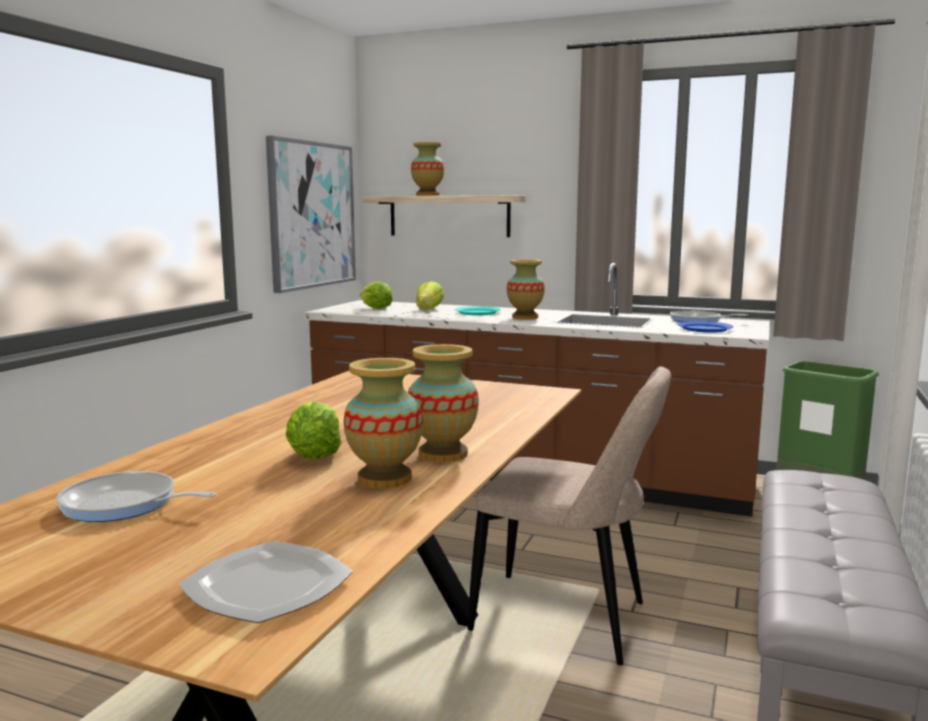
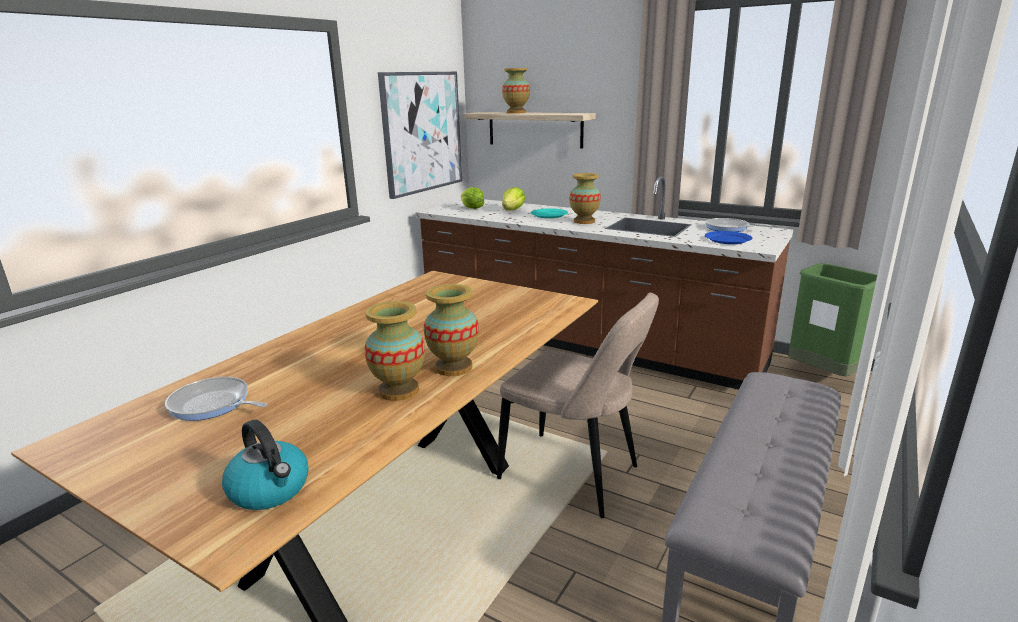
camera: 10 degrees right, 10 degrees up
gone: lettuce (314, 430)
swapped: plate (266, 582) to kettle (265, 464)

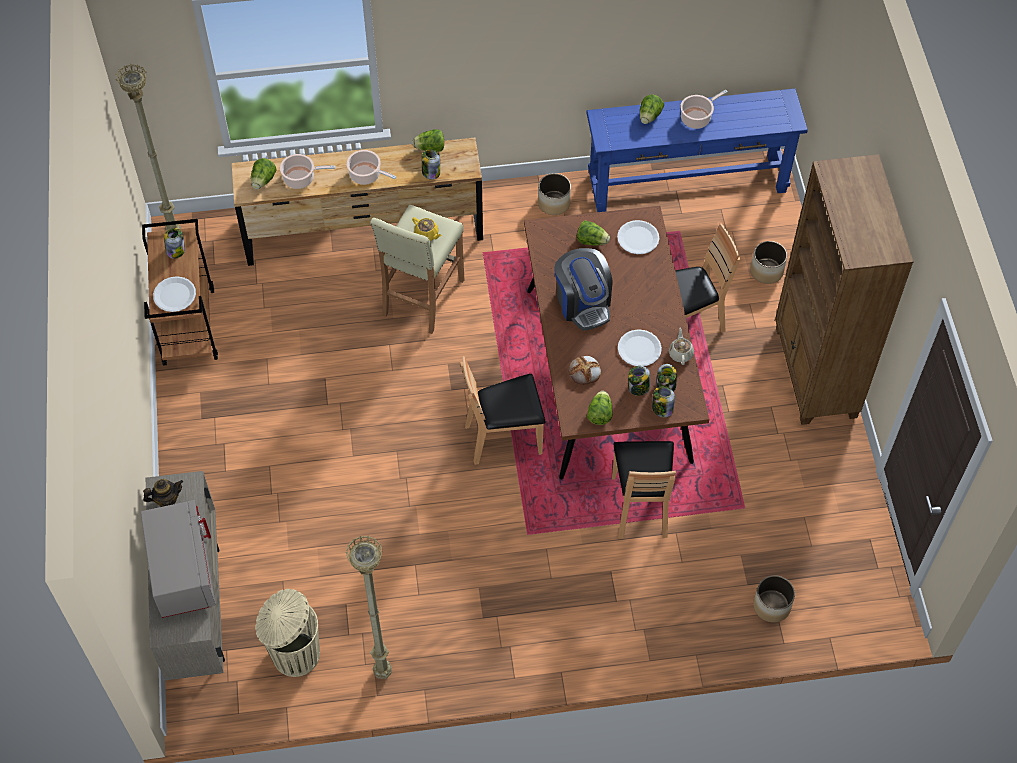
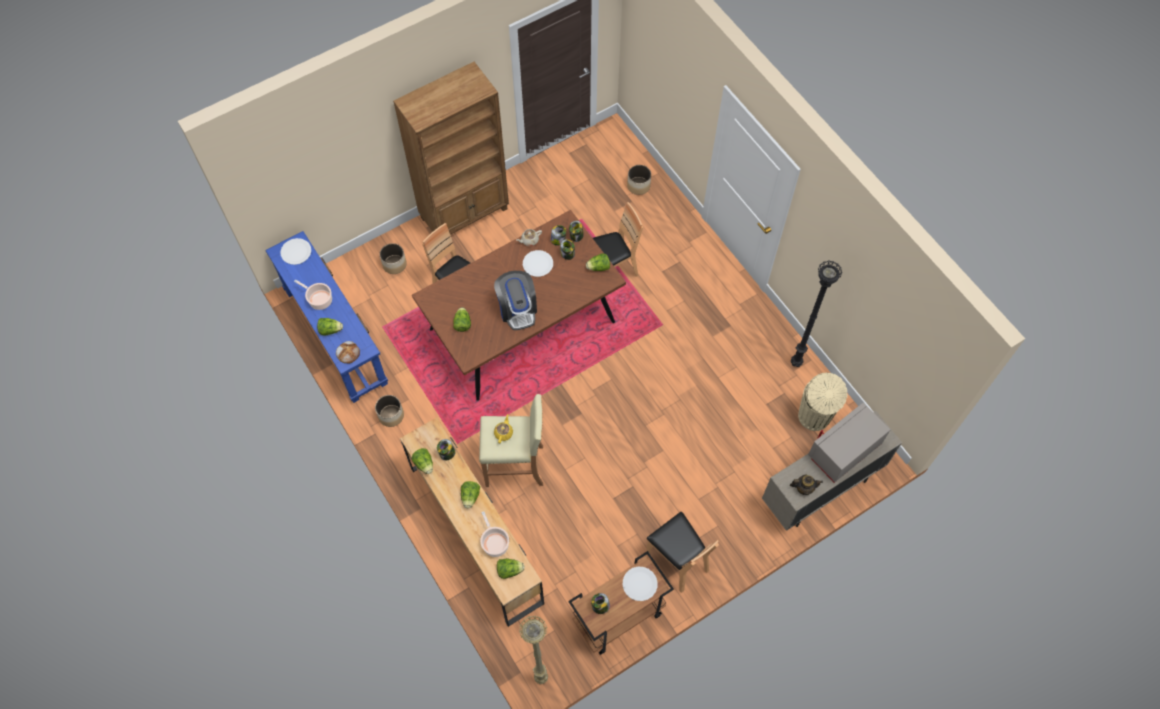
camera: 115 degrees left, 5 degrees up
shifted: chair in brown (503, 410) to (682, 552); bread (584, 370) to (348, 352); plate in white (638, 237) to (295, 251)
swapped: cooking pot (371, 167) to lettuce (470, 495)
repainted: floor lamp in beige (369, 607) to floor lamp in black (816, 314)
rotated: teapot (163, 493) = (806, 484) 135 degrees clockwise; coffee machine (583, 289) = (515, 300) 120 degrees clockwise

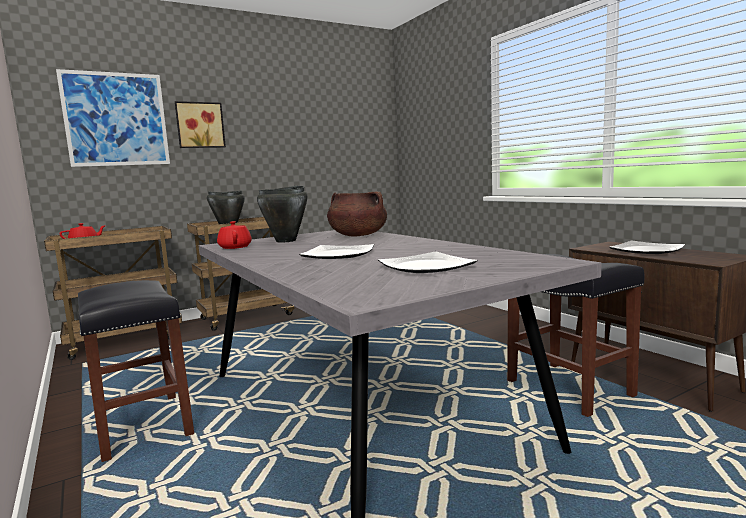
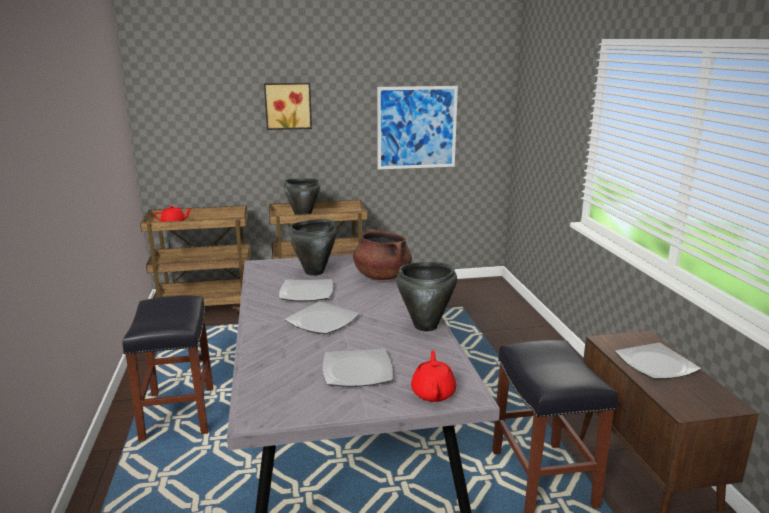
camera: 20 degrees right, 10 degrees up
new: plate (306, 290); cooking pot in black (426, 296)
shifted: picture (113, 118) to (417, 127); teapot in red (234, 235) to (433, 376)

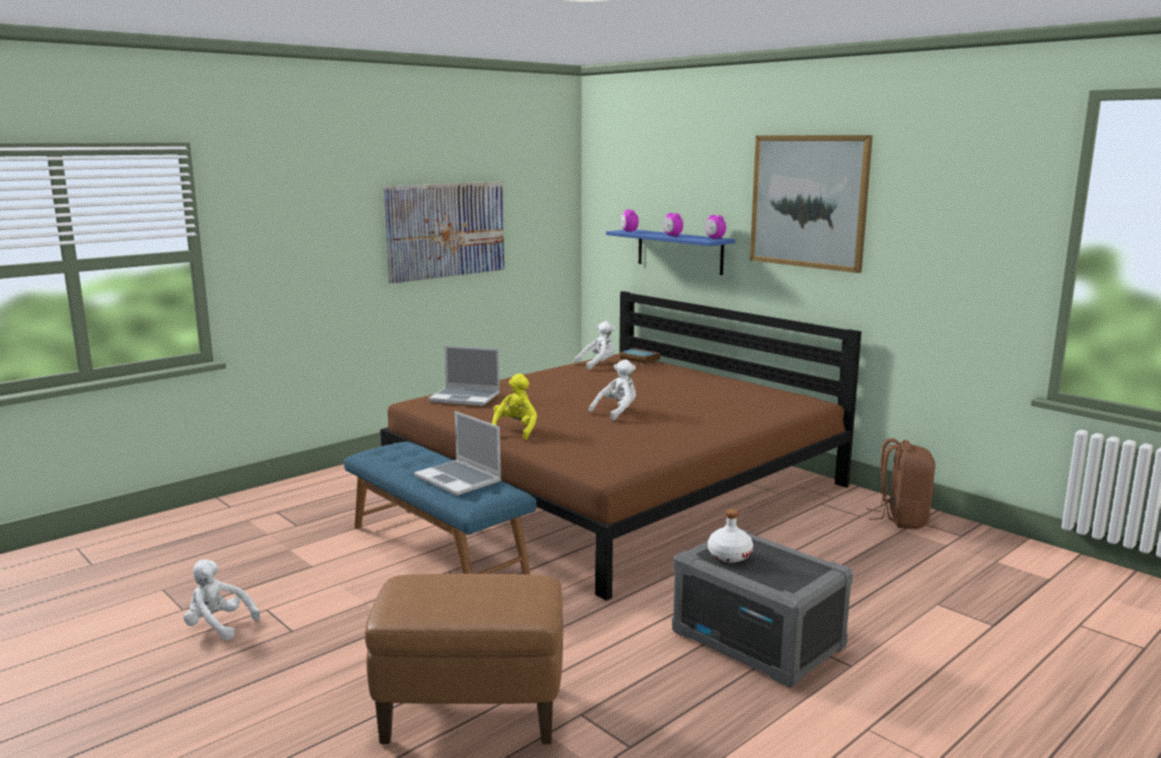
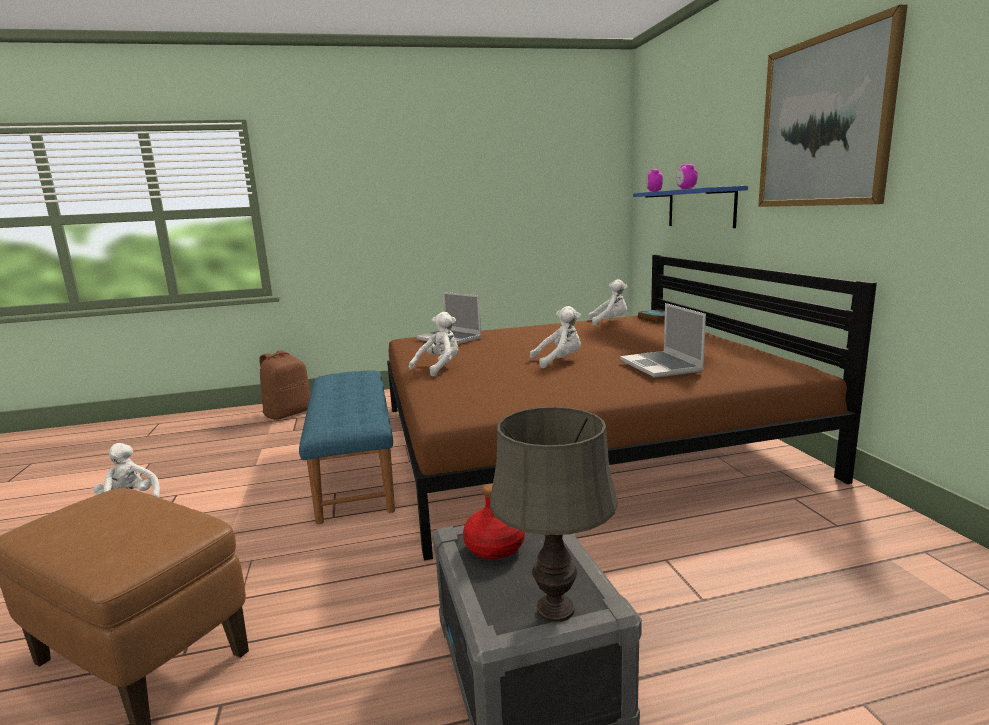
camera: 30 degrees right, 0 degrees up
gone: picture (443, 233); alarm clock (716, 227)
new: table lamp in grey (554, 514)
shifted: laptop (457, 453) to (663, 340); backpack in brown (901, 483) to (285, 385)
repainted: plush toy in yellow (514, 407) to plush toy in white (433, 344); bottle in white (730, 536) to bottle in red (494, 521)

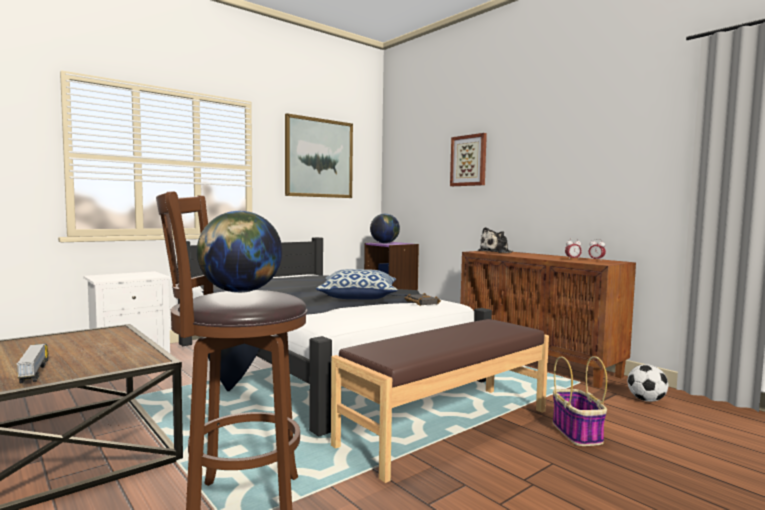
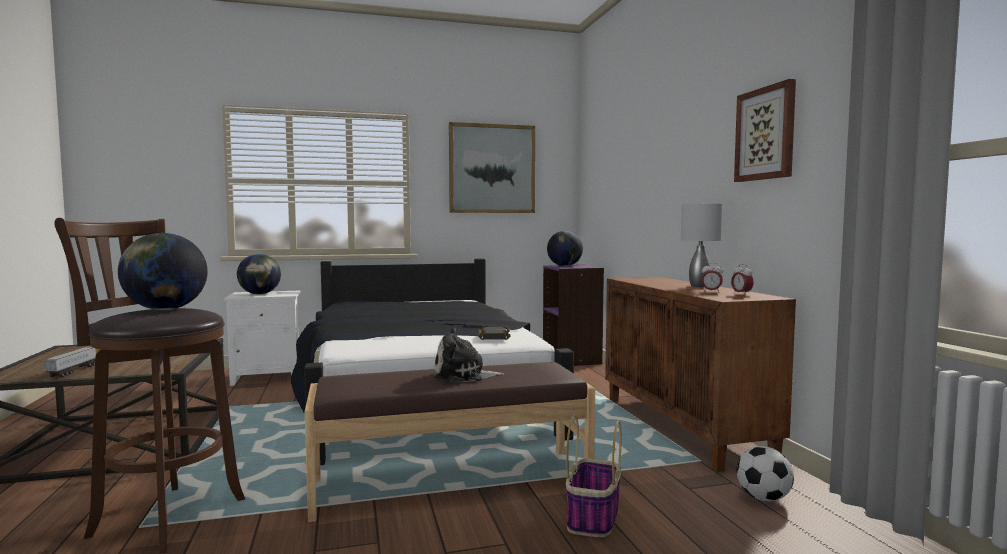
camera: 25 degrees right, 0 degrees up
gone: pillow (357, 284)
new: globe (259, 274); table lamp in grey (701, 245)
shifted: picture (468, 159) to (765, 130); plush toy (495, 240) to (470, 355)

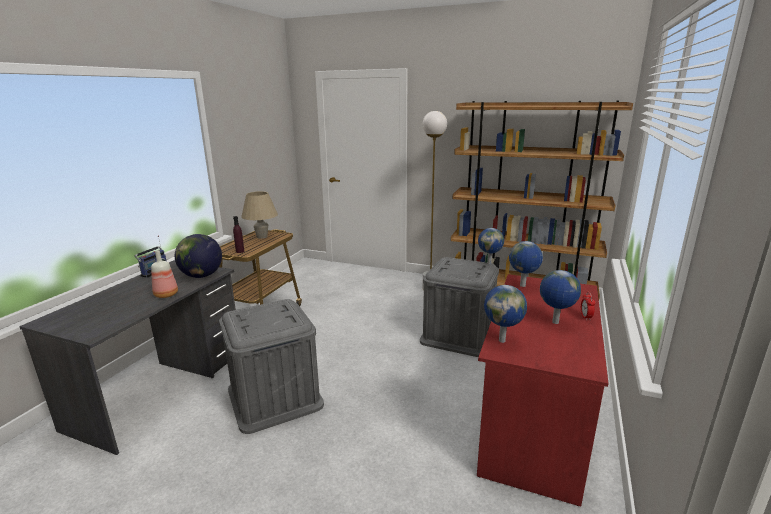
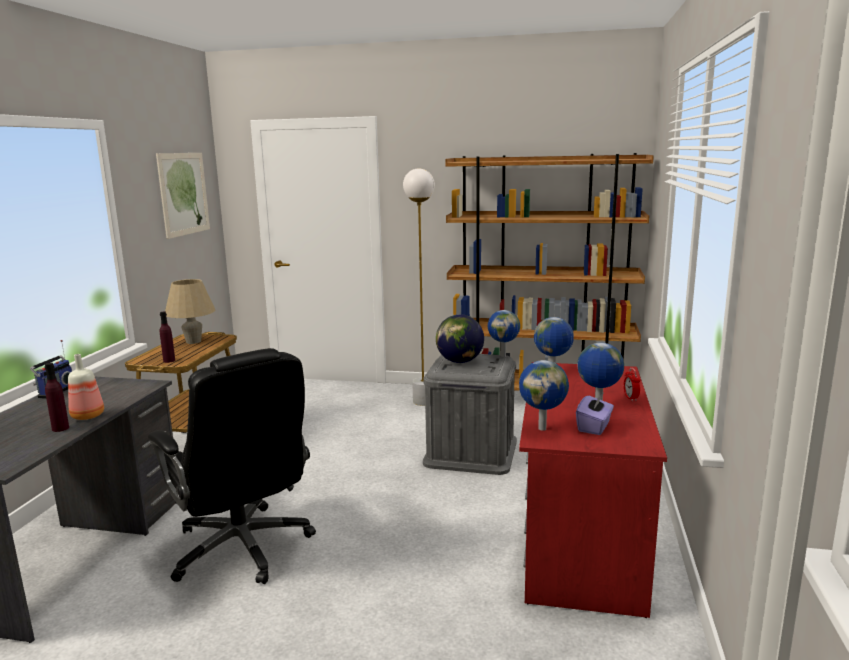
camera: 10 degrees left, 5 degrees down
new: bottle in purple (56, 397); picture (183, 196); tissue box in purple (595, 414)
shifted: globe (198, 256) to (460, 338)
swapped: storage box in grey (271, 366) to office chair in black (232, 466)

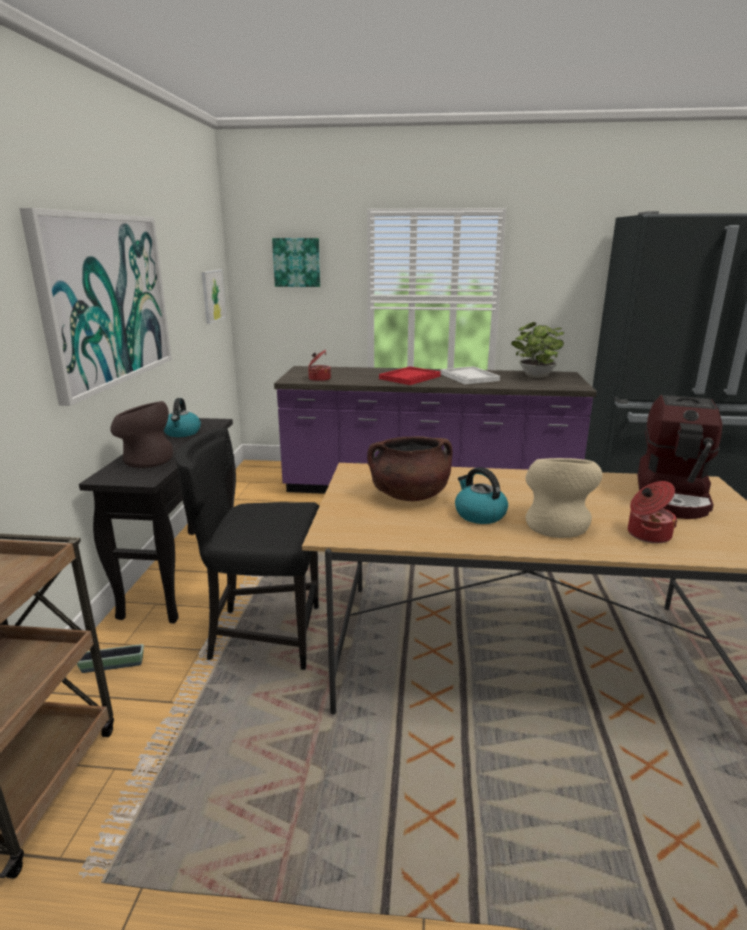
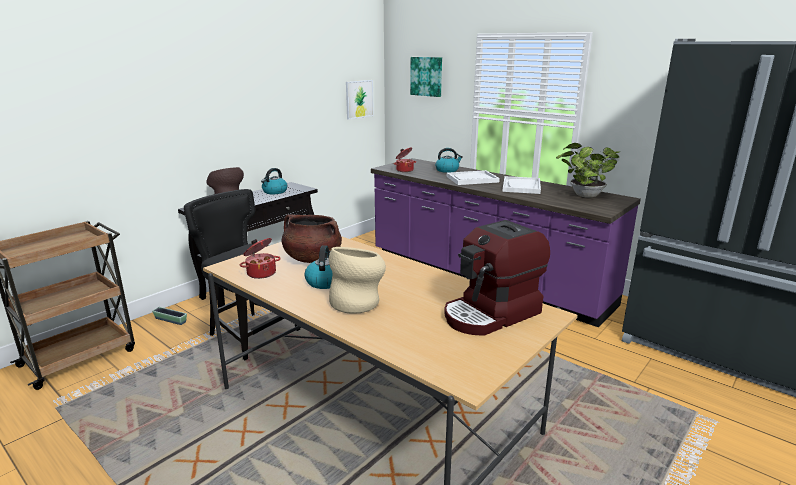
camera: 35 degrees right, 0 degrees up
gone: picture (95, 307)
new: kettle (449, 160)
shifted: cooking pot (653, 512) to (260, 258)
repainted: tray in red (410, 376) to tray in white (473, 177)

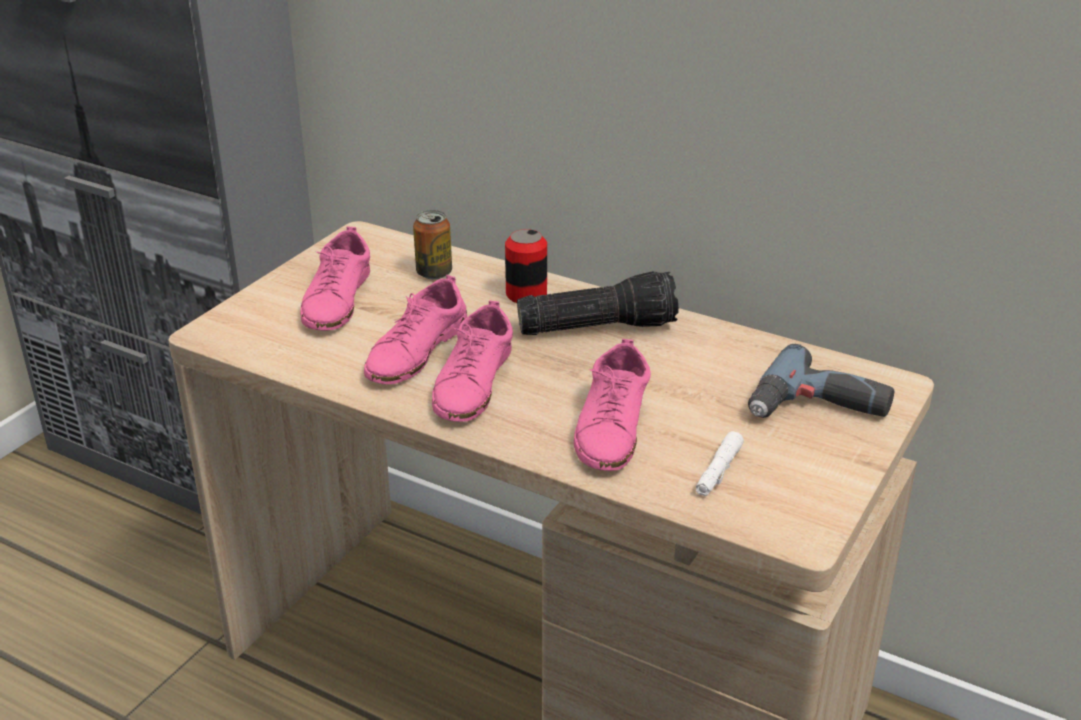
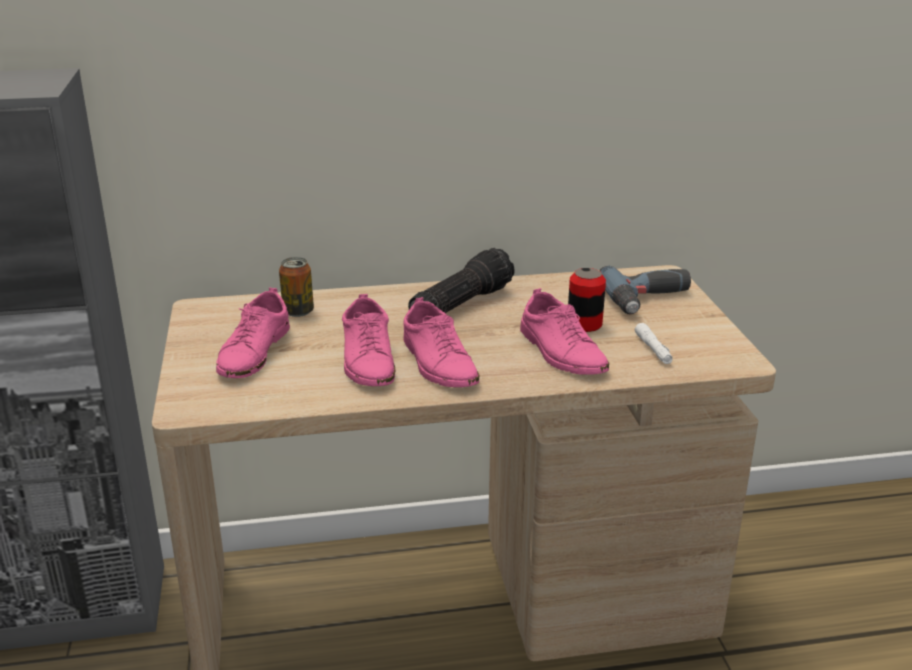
camera: 40 degrees left, 5 degrees down
shifted: can (526, 266) to (587, 300)
rotated: shoe in pink (335, 278) = (253, 333) 45 degrees clockwise

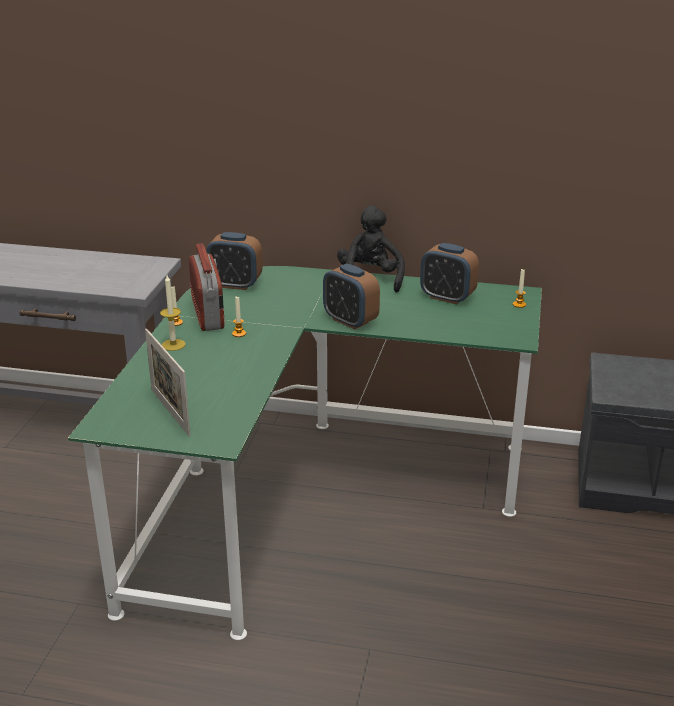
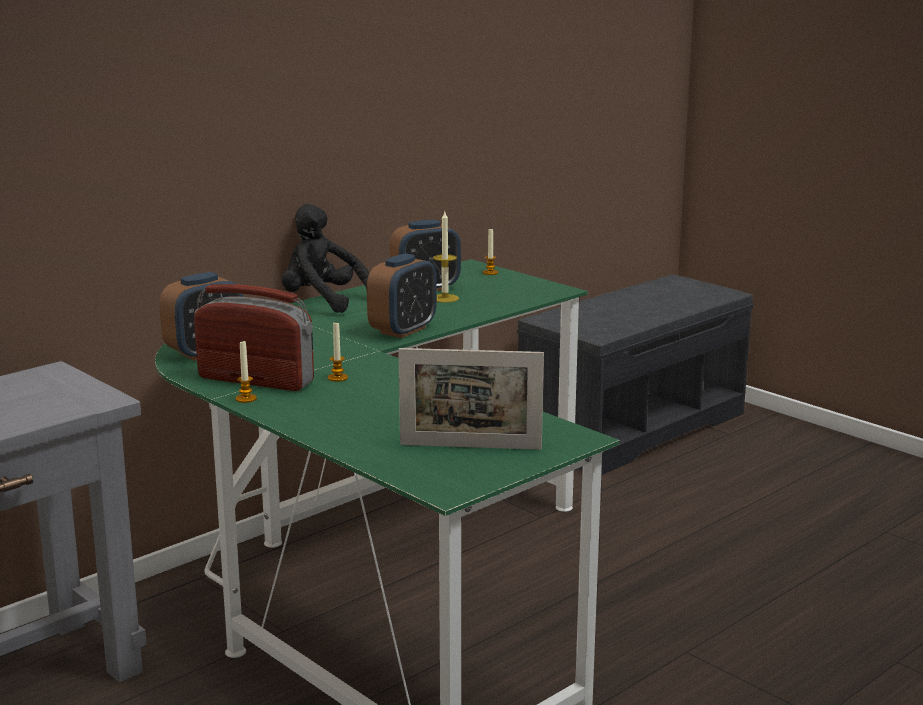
camera: 55 degrees left, 10 degrees down
shifted: candle (172, 313) to (446, 257)
rotated: alarm clock (351, 296) = (402, 295) 45 degrees counterclockwise

